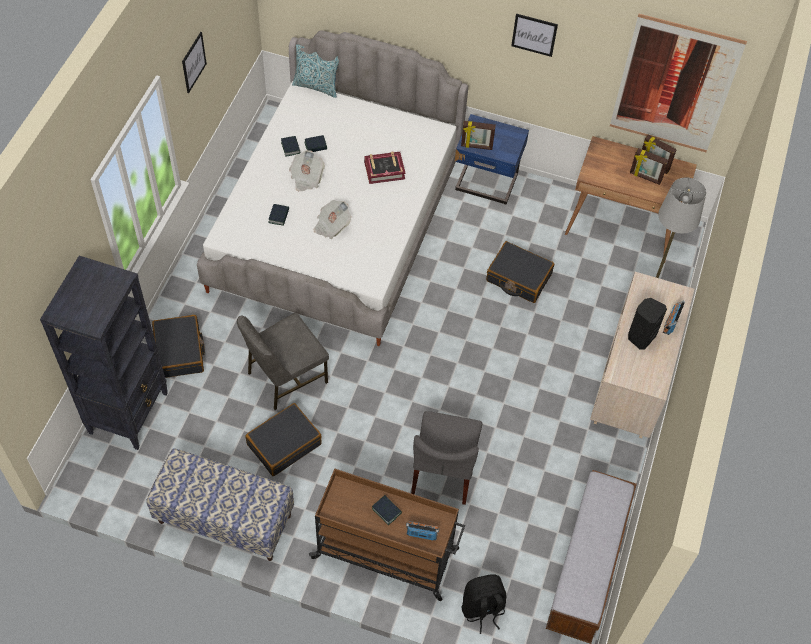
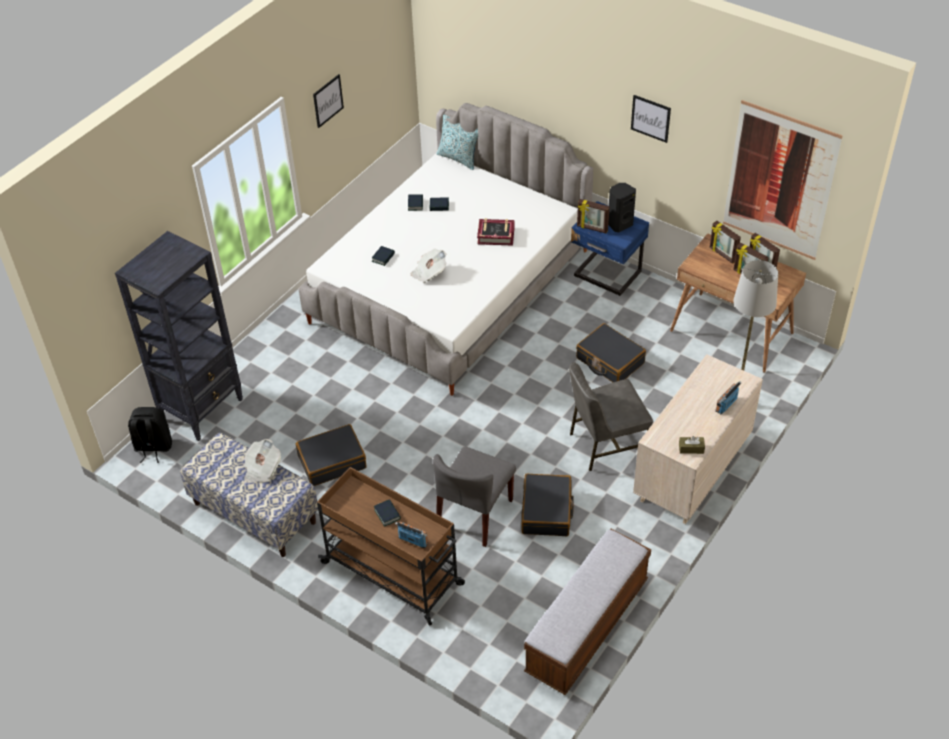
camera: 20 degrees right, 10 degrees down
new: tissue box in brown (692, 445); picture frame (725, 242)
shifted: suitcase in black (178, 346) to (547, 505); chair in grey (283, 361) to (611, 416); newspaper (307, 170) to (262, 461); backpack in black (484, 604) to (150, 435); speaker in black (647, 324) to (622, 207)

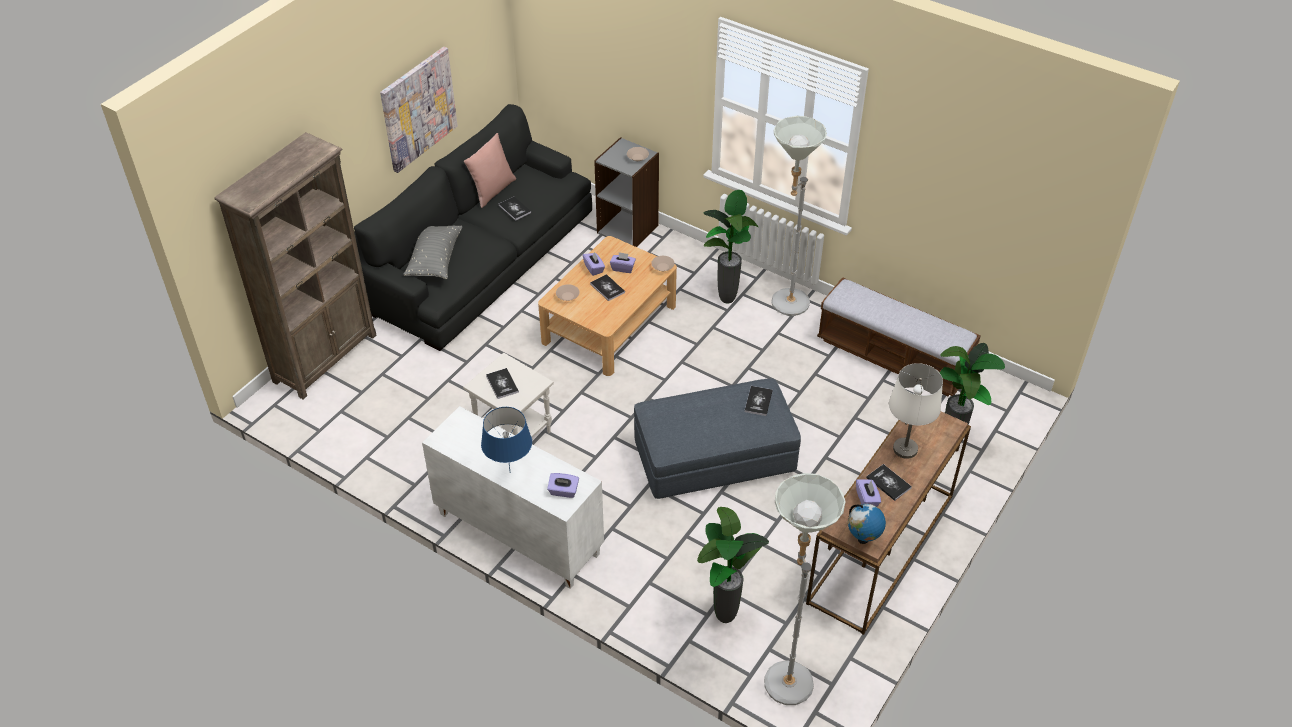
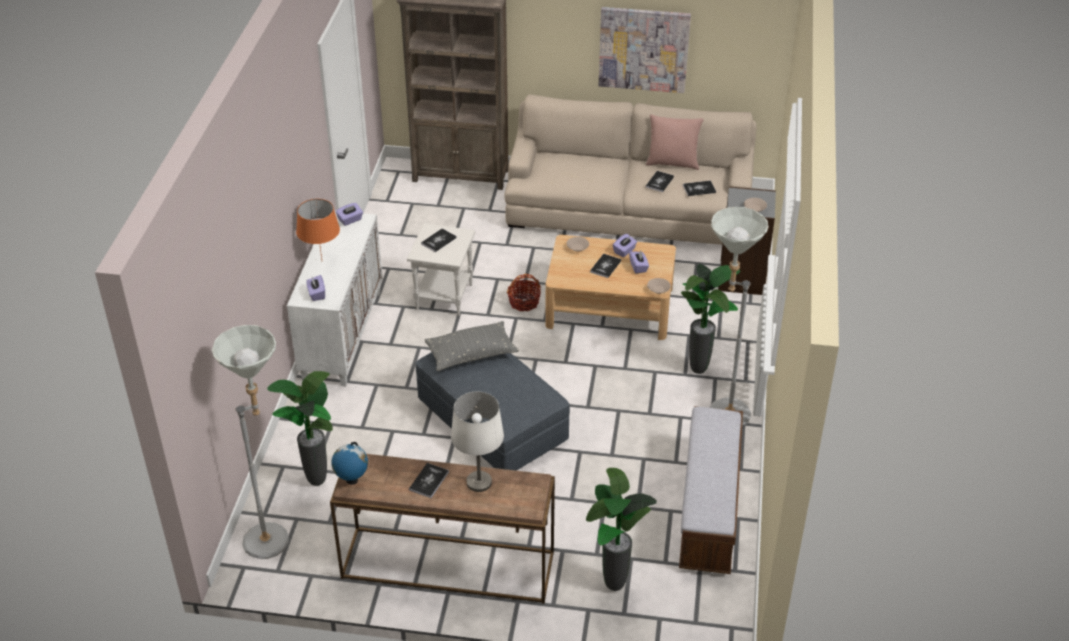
camera: 65 degrees right, 5 degrees down
new: basket (524, 292)
shifted: pillow in grey (432, 252) to (472, 346); book (759, 401) to (699, 188); tissue box in purple (868, 493) to (349, 214)
repainted: sofa in black (473, 227) to sofa in beige (630, 169); table lamp in blue (506, 438) to table lamp in orange (318, 229)

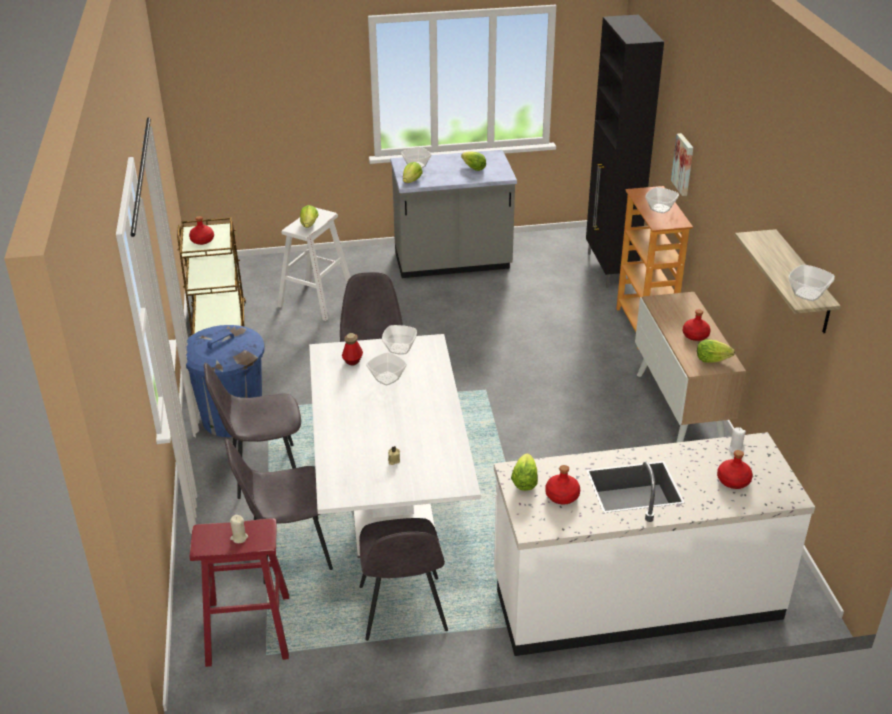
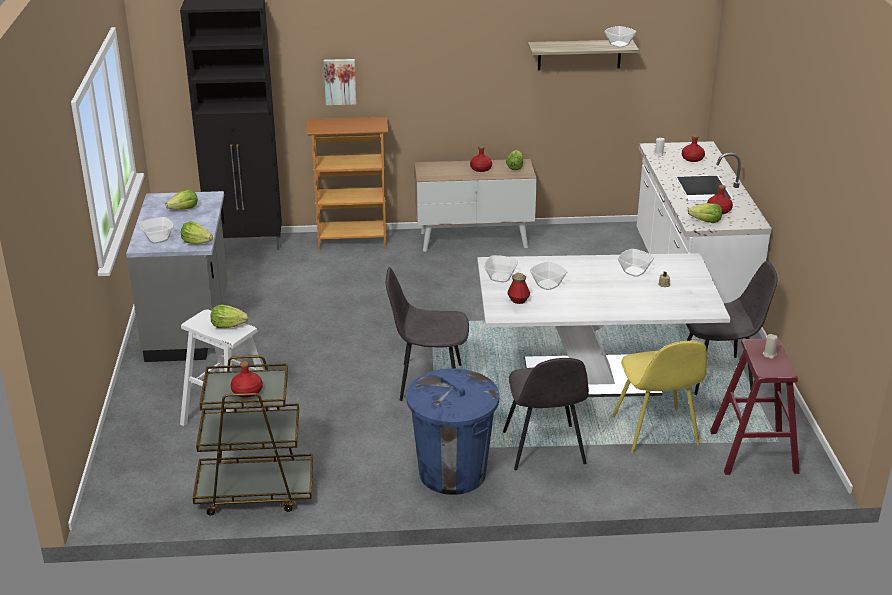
camera: 85 degrees left, 5 degrees down
shifted: bowl (662, 200) to (636, 263)
repainted: chair in grey (279, 511) to chair in yellow (659, 397)

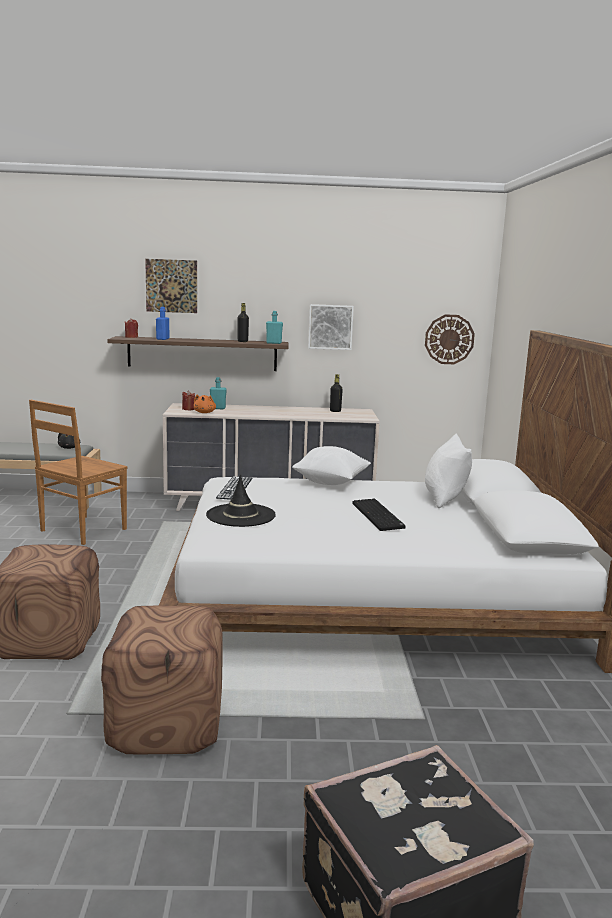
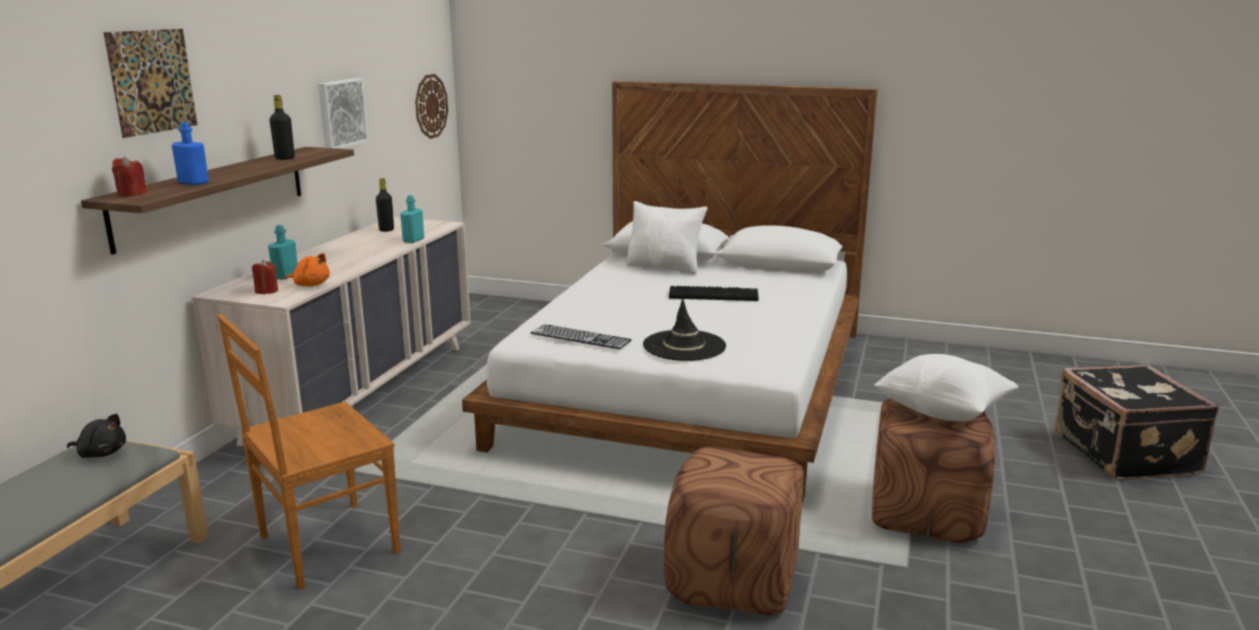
camera: 70 degrees left, 5 degrees up
shifted: bottle in turquoise (274, 327) to (412, 219); pillow in white (331, 465) to (946, 387)
rotated: chair in brown (78, 472) = (308, 452) 90 degrees clockwise

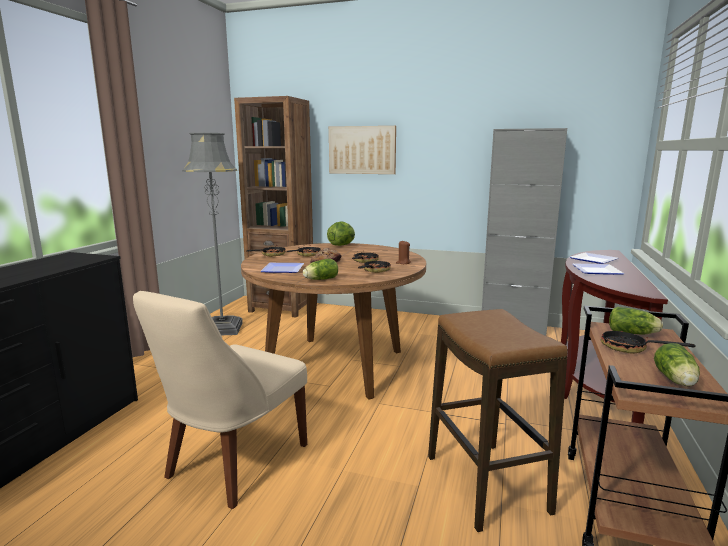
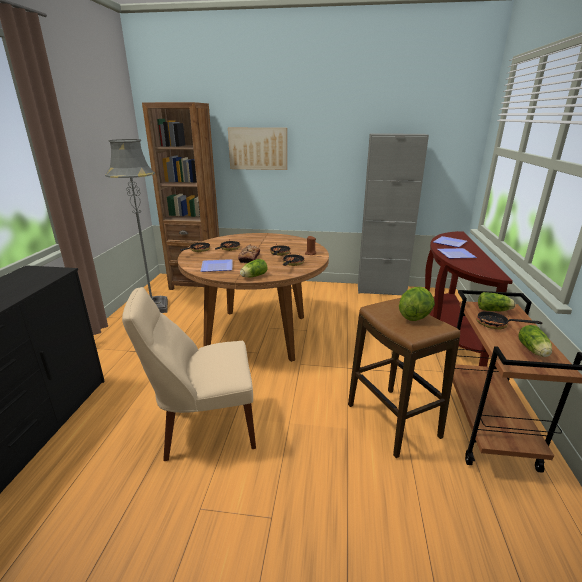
camera: 10 degrees left, 10 degrees up
shifted: lettuce (341, 234) to (417, 304)
rotated: chair in beige (220, 400) = (189, 374) 60 degrees clockwise

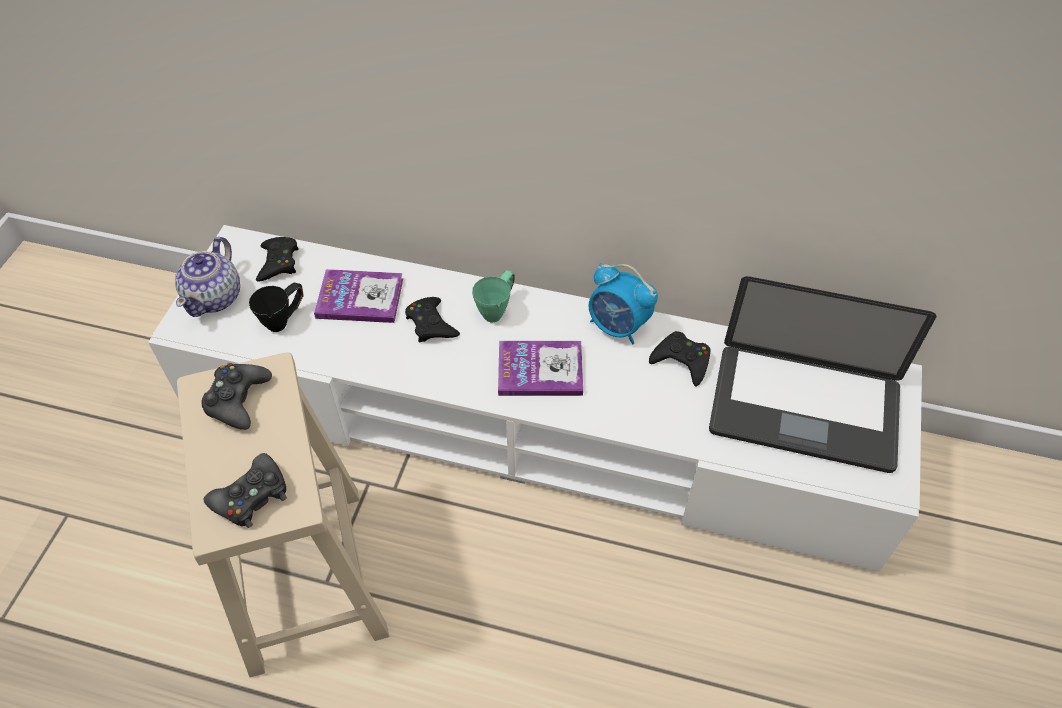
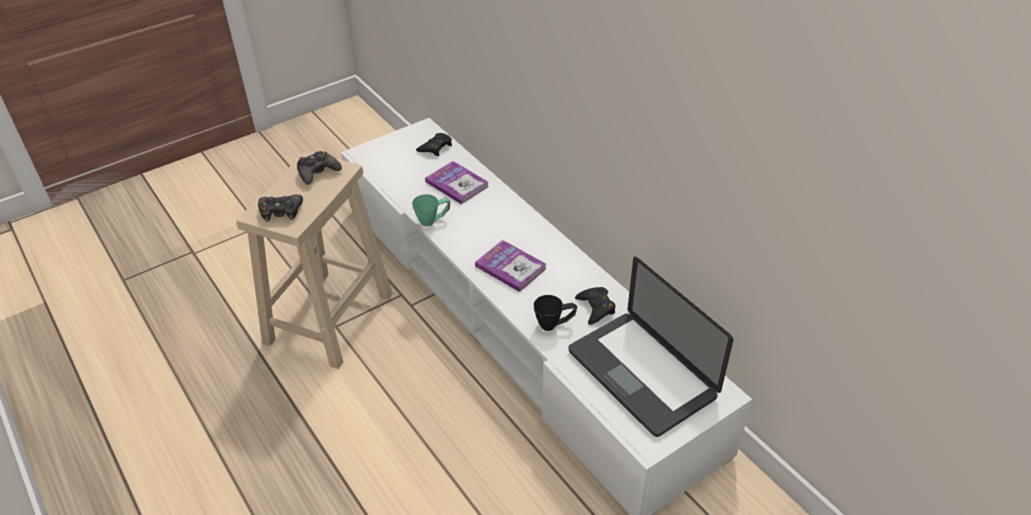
camera: 40 degrees right, 10 degrees down
gone: teapot (207, 277); game controller in black (432, 320); alarm clock (623, 303)
shifted: mug in black (276, 307) to (555, 313); mug in green (493, 296) to (431, 210)

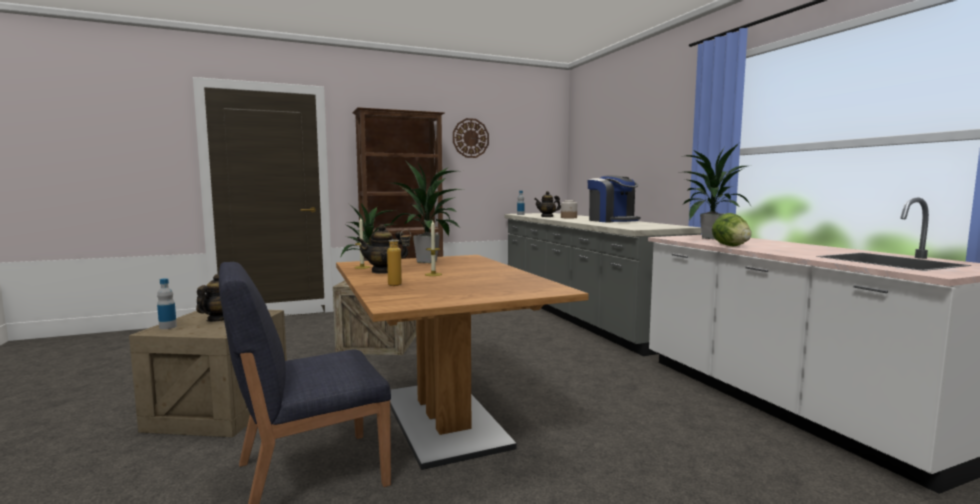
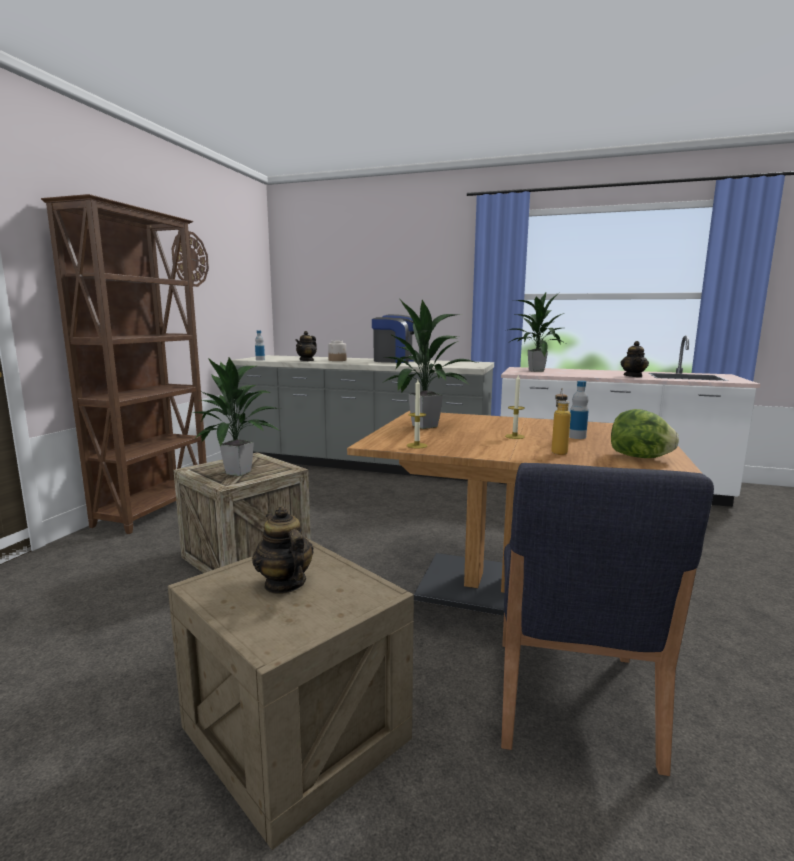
camera: 50 degrees left, 5 degrees up
shifted: bottle (167, 303) to (579, 410); teapot (382, 249) to (634, 359); lettuce (732, 229) to (645, 433)

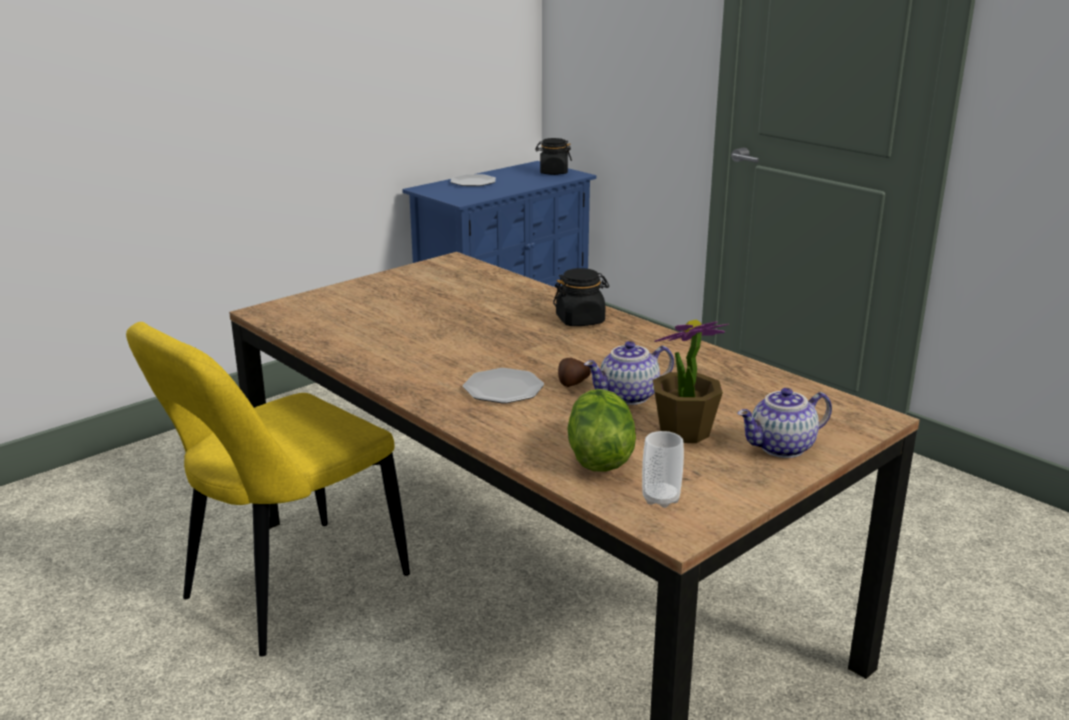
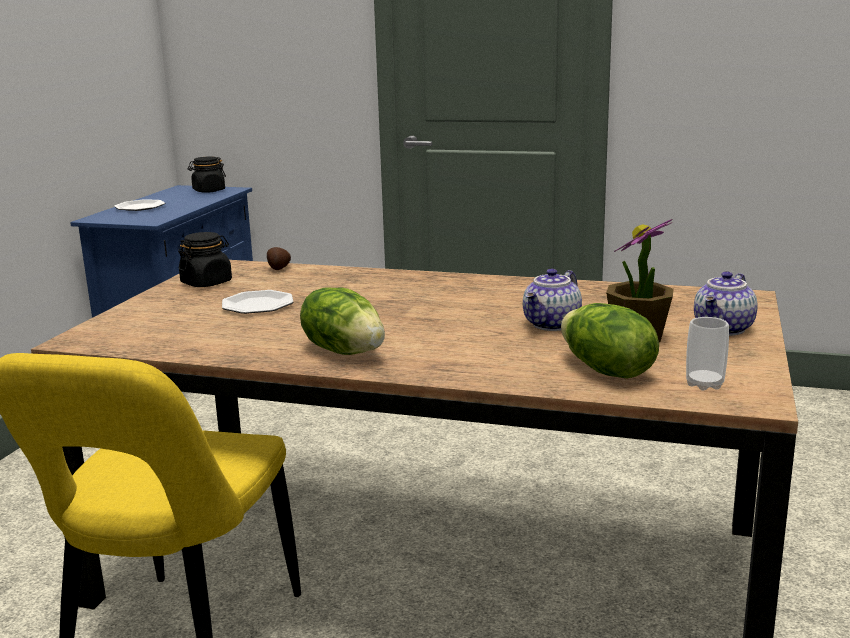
camera: 30 degrees left, 5 degrees down
new: lettuce (342, 321)
shifted: plate (503, 386) to (257, 302); jar in black (581, 297) to (205, 259); potato (574, 372) to (279, 258)

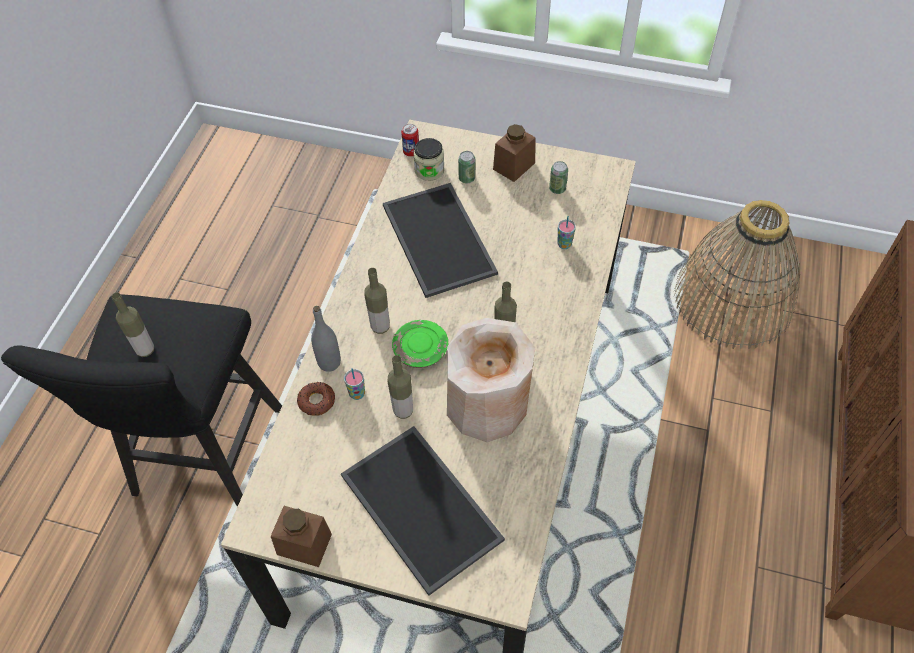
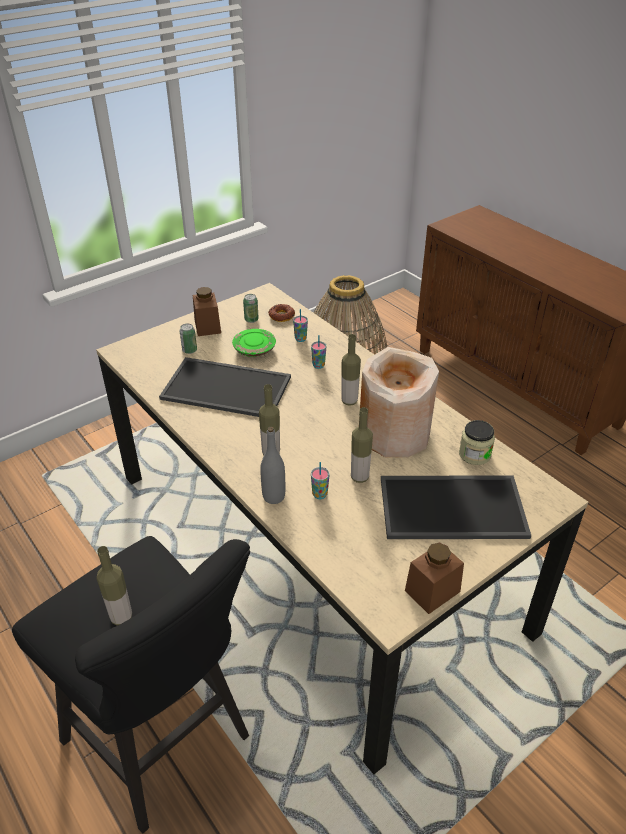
camera: 55 degrees left, 15 degrees down
gone: can (410, 140)
new: cup (318, 352)
shifted: donut (316, 399) to (281, 313); plate in green (420, 344) to (254, 343); jar (429, 159) to (477, 442)

